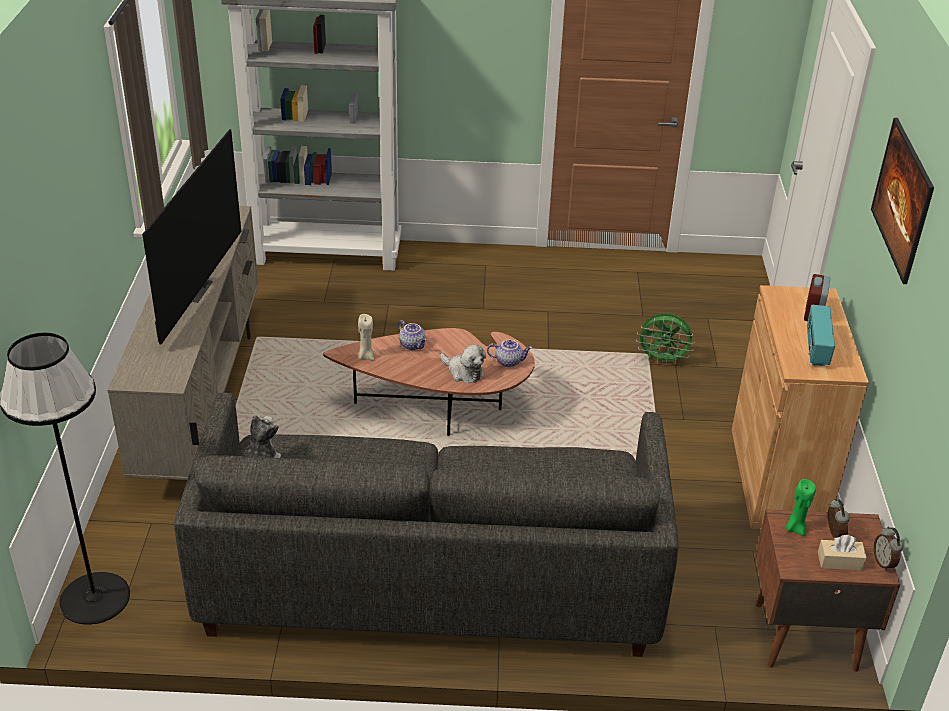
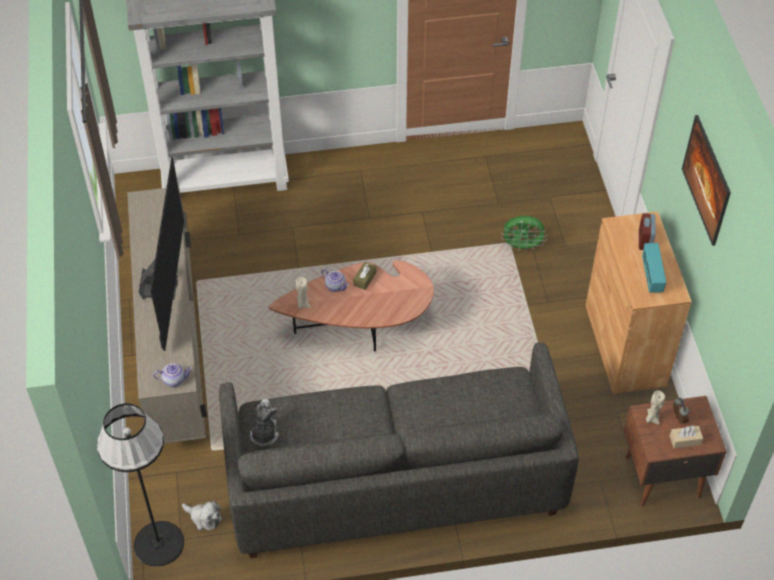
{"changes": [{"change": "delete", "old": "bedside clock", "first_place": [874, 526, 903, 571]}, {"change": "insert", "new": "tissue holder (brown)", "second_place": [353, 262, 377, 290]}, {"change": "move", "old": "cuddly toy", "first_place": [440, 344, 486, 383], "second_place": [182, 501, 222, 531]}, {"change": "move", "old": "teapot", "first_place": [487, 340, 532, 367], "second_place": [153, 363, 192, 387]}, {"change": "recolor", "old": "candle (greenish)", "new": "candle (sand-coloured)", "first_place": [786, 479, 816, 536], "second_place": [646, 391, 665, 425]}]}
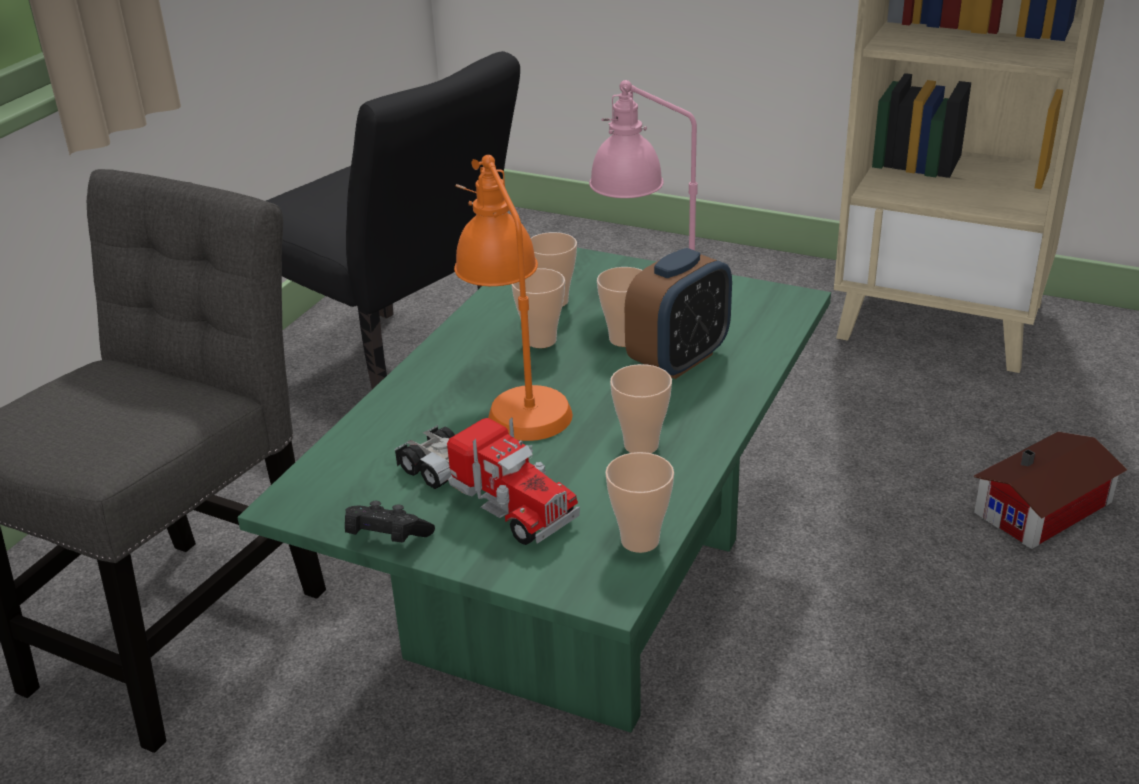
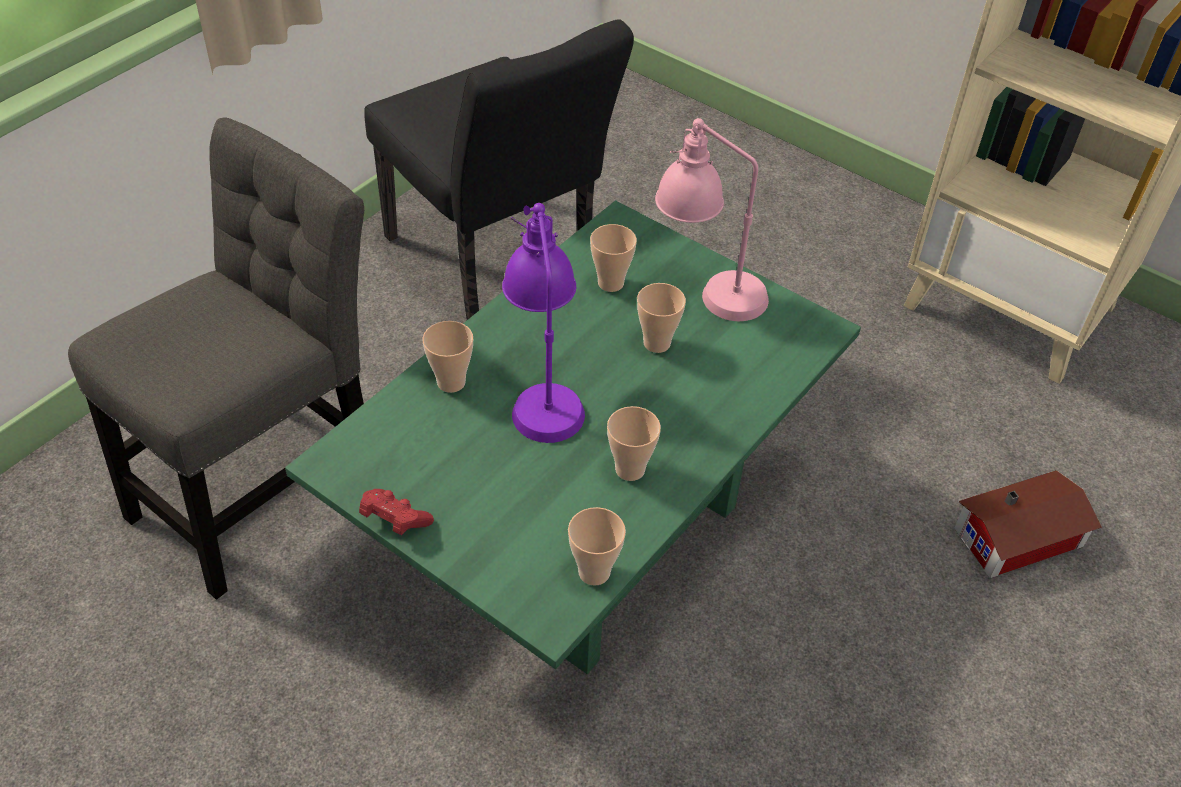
{"changes": [{"change": "delete", "old": "toy lorry", "first_place": [394, 417, 580, 545]}, {"change": "delete", "old": "bedside clock", "first_place": [625, 248, 732, 379]}, {"change": "move", "old": "drinking cup", "first_place": [511, 268, 565, 348], "second_place": [422, 321, 473, 393]}, {"change": "recolor", "old": "game controller (blackish)", "new": "game controller (reddish)", "first_place": [345, 501, 435, 543], "second_place": [359, 489, 434, 535]}, {"change": "recolor", "old": "table lamp (orangey)", "new": "table lamp (purple)", "first_place": [454, 155, 573, 441], "second_place": [502, 203, 585, 443]}]}
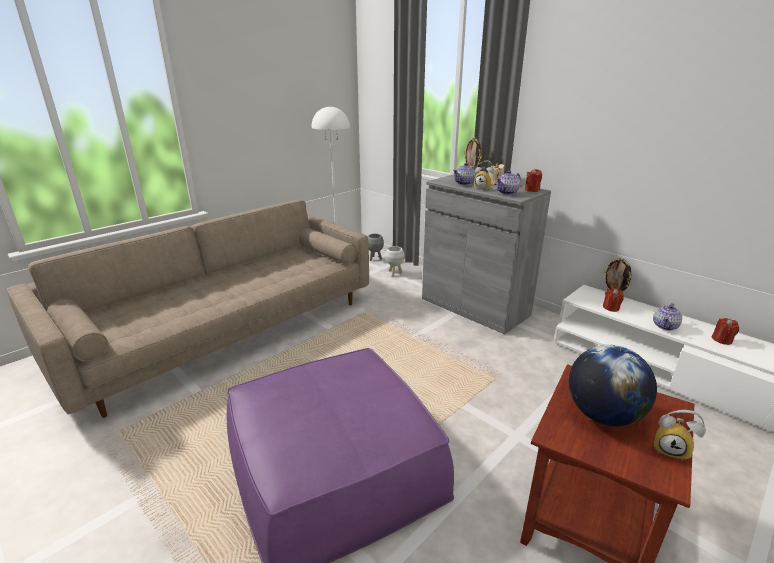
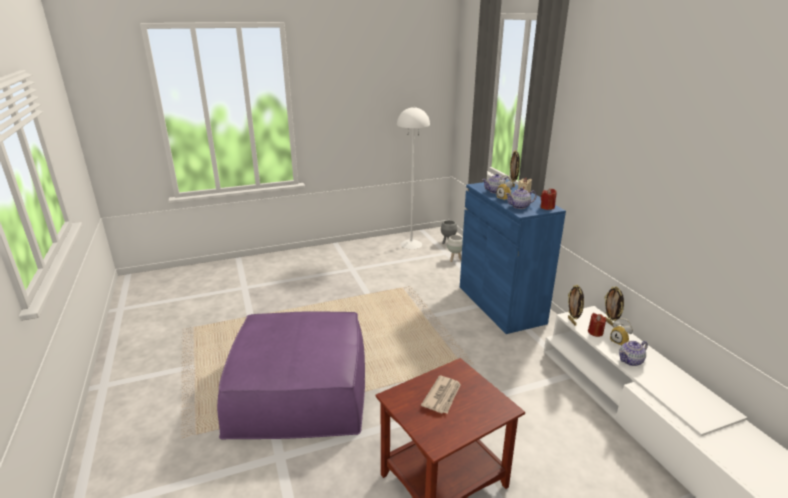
{"changes": [{"change": "delete", "old": "couch (sand-coloured)", "first_place": [6, 200, 369, 418]}, {"change": "delete", "old": "candle (reddish)", "first_place": [712, 318, 739, 345]}, {"change": "insert", "new": "standing frame", "second_place": [568, 285, 584, 326]}, {"change": "move", "old": "bedside clock", "first_place": [654, 410, 706, 461], "second_place": [610, 318, 633, 346]}, {"change": "replace", "old": "globe", "new": "daily paper", "first_place": [569, 345, 657, 426], "second_place": [421, 375, 461, 413]}, {"change": "recolor", "old": "storage cabinet (greyish)", "new": "storage cabinet (blue)", "first_place": [422, 174, 551, 334], "second_place": [460, 179, 566, 334]}]}
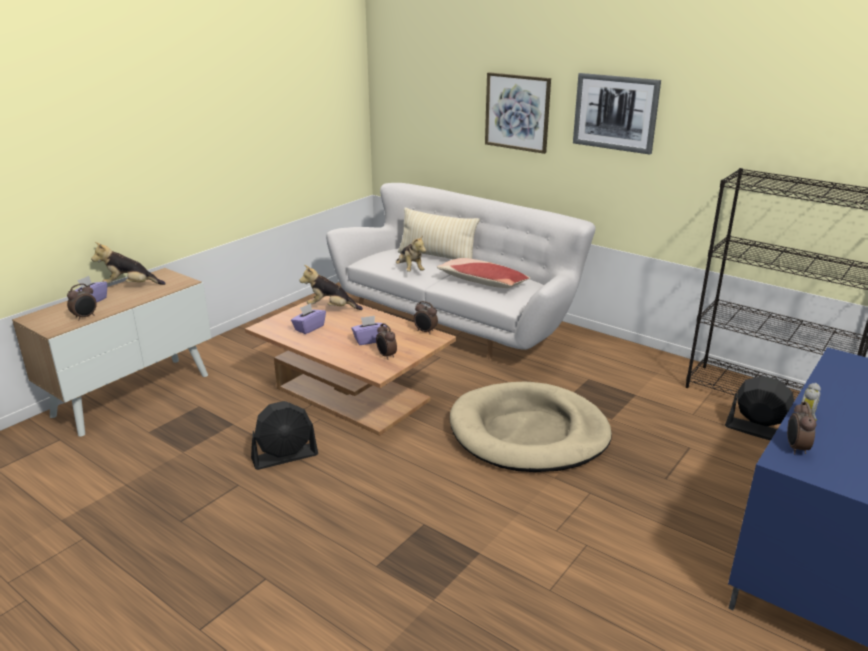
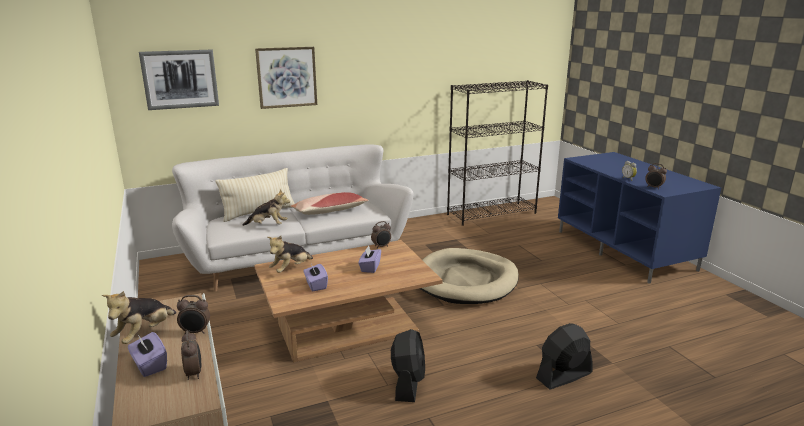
{"changes": [{"change": "move", "old": "bedside clock", "first_place": [376, 323, 397, 360], "second_place": [177, 295, 210, 334]}, {"change": "move", "old": "wall art", "first_place": [573, 73, 661, 155], "second_place": [139, 50, 219, 110]}, {"change": "move", "old": "fan (blackish)", "first_place": [725, 376, 794, 440], "second_place": [536, 323, 592, 389]}]}
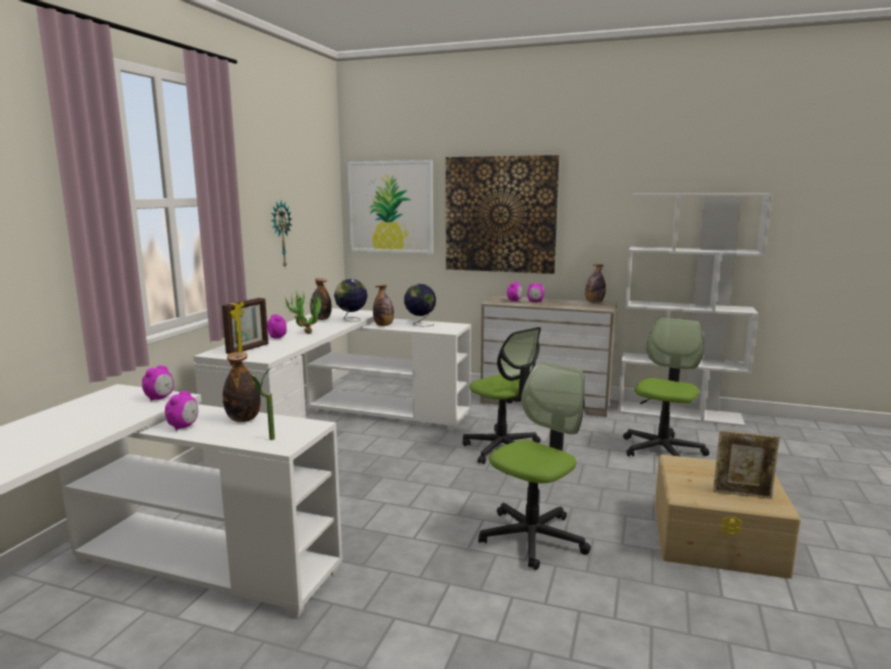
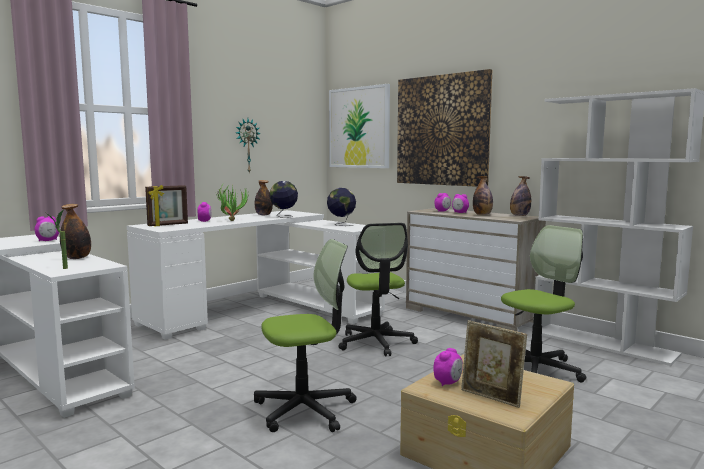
{"changes": [{"change": "move", "old": "bedside clock", "first_place": [165, 391, 198, 431], "second_place": [433, 348, 463, 386]}, {"change": "move", "old": "drink bottle", "first_place": [373, 284, 394, 326], "second_place": [473, 176, 493, 215]}]}
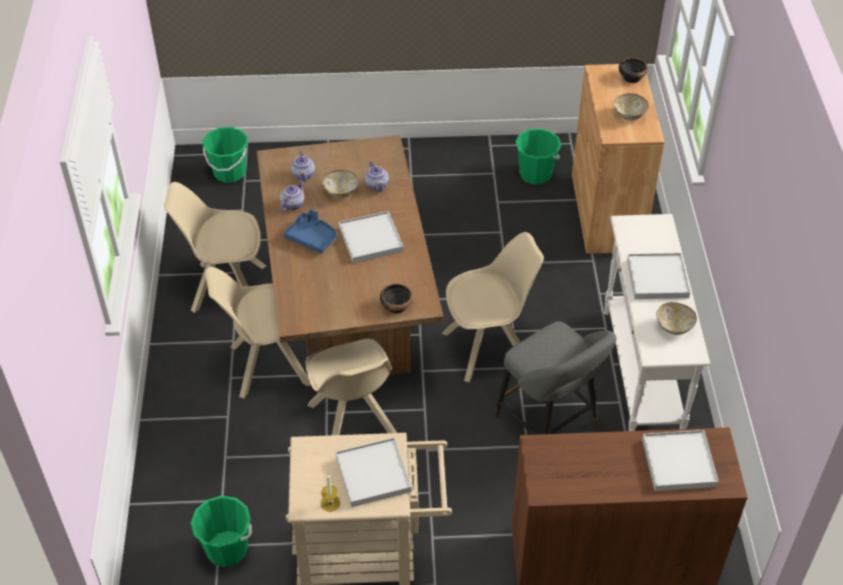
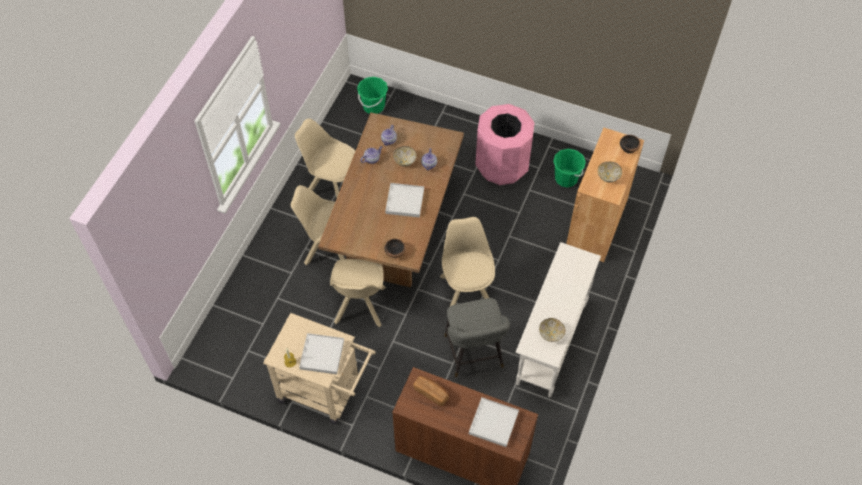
{"changes": [{"change": "delete", "old": "bucket (greenish)", "first_place": [191, 496, 252, 567]}, {"change": "delete", "old": "carrying tray (blue)", "first_place": [283, 209, 337, 253]}, {"change": "delete", "old": "carrying tray (whitish)", "first_place": [627, 253, 690, 299]}, {"change": "insert", "new": "bakery bread", "second_place": [413, 376, 449, 406]}, {"change": "insert", "new": "waste bin (pink-coloured)", "second_place": [475, 104, 535, 185]}, {"change": "rotate", "old": "plain chair (sand-coloured)", "first_place": [441, 232, 544, 382], "second_place": [440, 217, 495, 306], "degrees": -105}]}
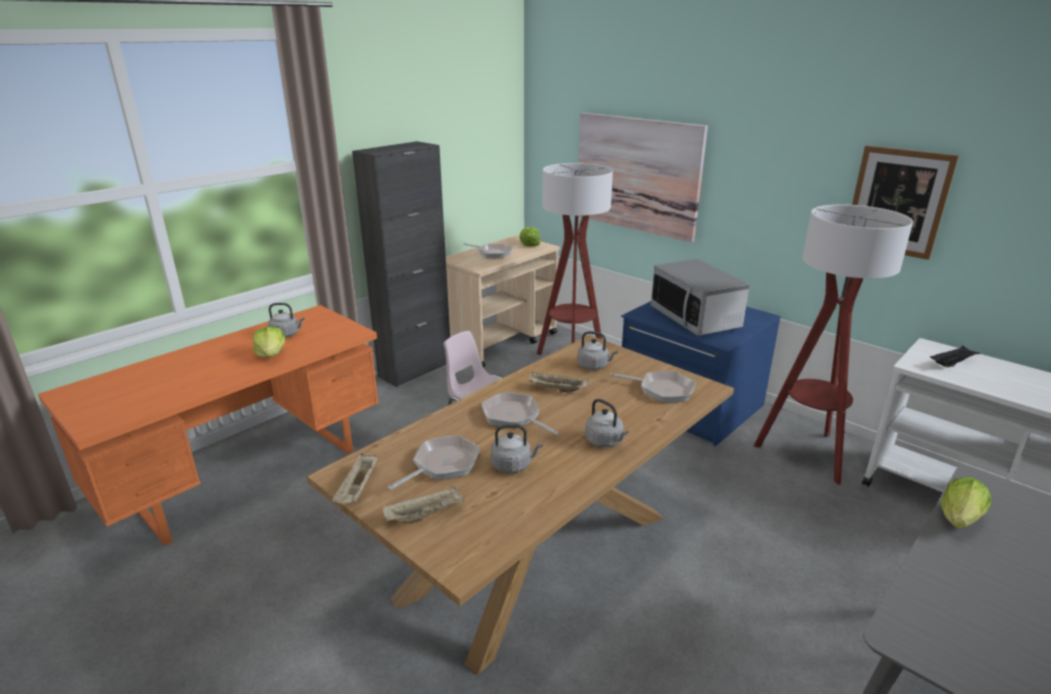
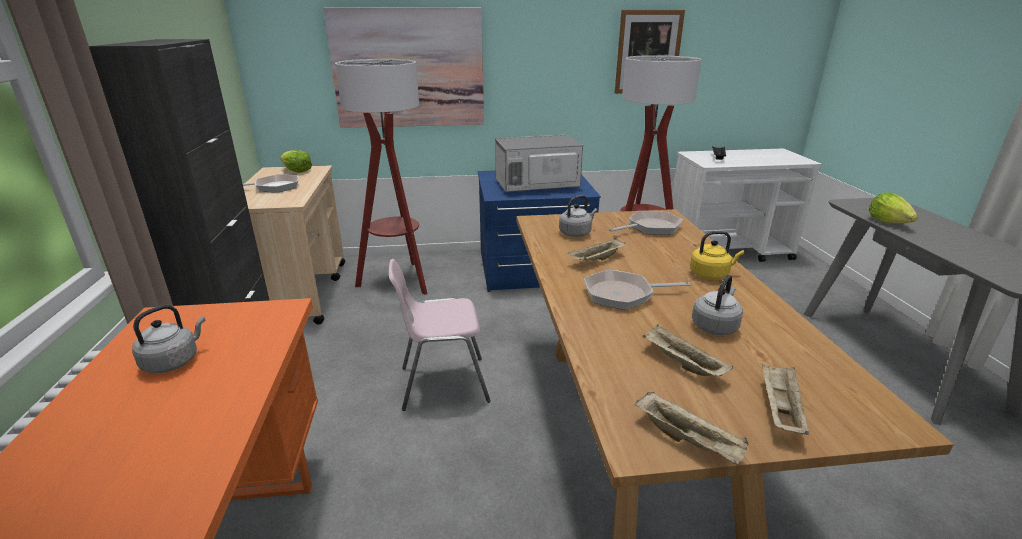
{"changes": [{"change": "delete", "old": "lettuce", "first_place": [253, 327, 286, 358]}, {"change": "replace", "old": "skillet", "new": "carrying tray (sand-coloured)", "first_place": [387, 435, 480, 490], "second_place": [642, 325, 733, 377]}, {"change": "recolor", "old": "tea kettle (greyish)", "new": "tea kettle (yellow)", "first_place": [585, 399, 629, 447], "second_place": [690, 231, 744, 280]}, {"change": "rotate", "old": "kitchen microwave", "first_place": [651, 259, 750, 336], "second_place": [495, 135, 583, 192], "degrees": 150}]}
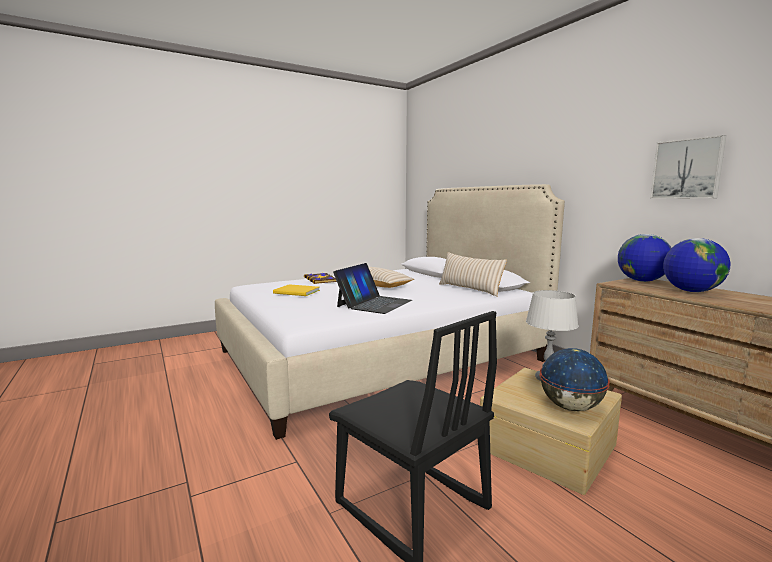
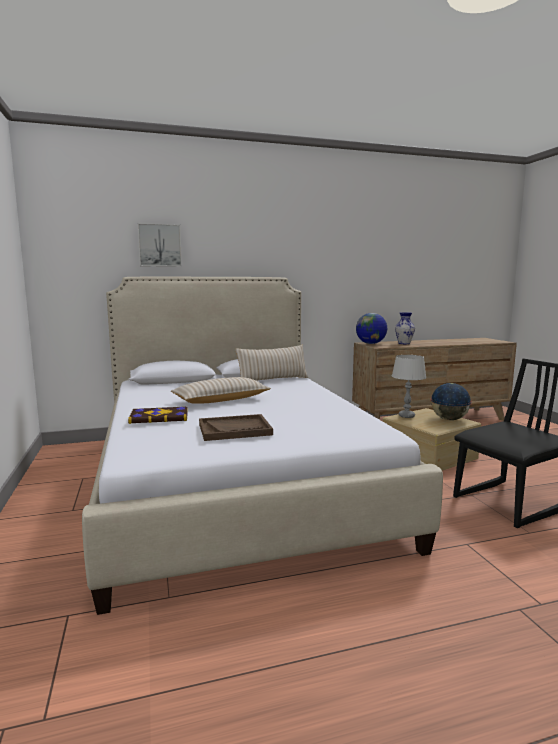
{"changes": [{"change": "delete", "old": "notebook computer", "first_place": [333, 263, 412, 314]}, {"change": "move", "old": "wall art", "first_place": [650, 135, 727, 199], "second_place": [138, 223, 182, 267]}, {"change": "replace", "old": "bound book (yellow)", "new": "carrying tray (brown)", "first_place": [273, 284, 320, 296], "second_place": [199, 414, 273, 441]}, {"change": "replace", "old": "globe", "new": "flower vase", "first_place": [663, 238, 730, 292], "second_place": [395, 312, 415, 344]}]}
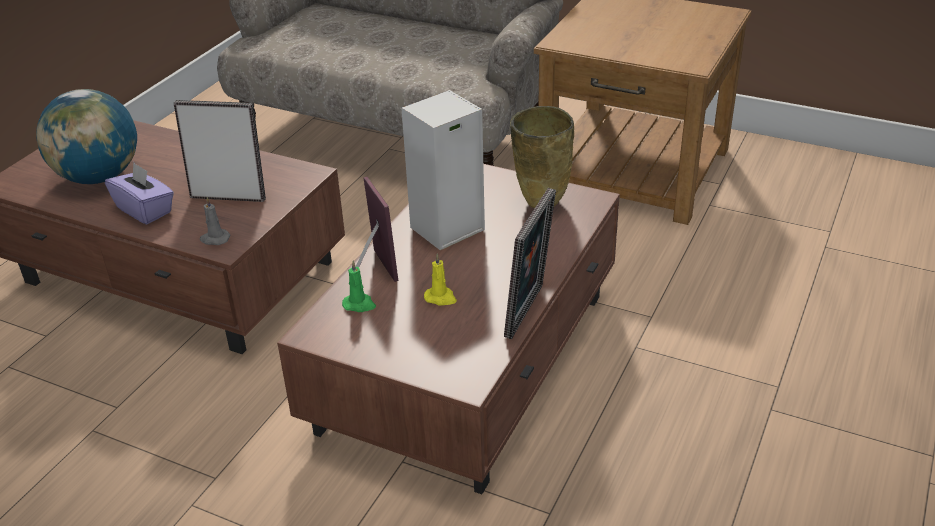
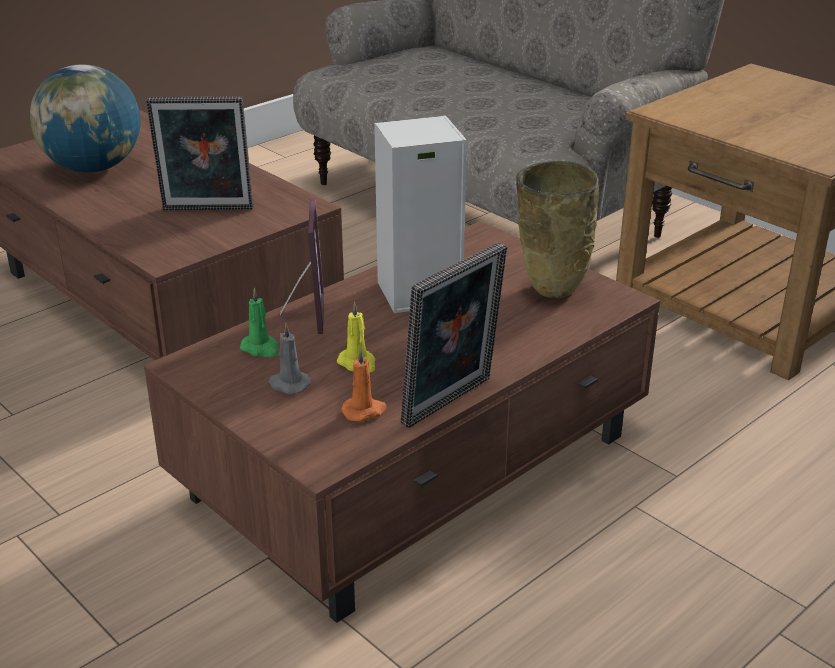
{"changes": [{"change": "delete", "old": "tissue holder (purple)", "first_place": [105, 162, 174, 224]}, {"change": "insert", "new": "candle (orangey)", "second_place": [341, 348, 387, 421]}, {"change": "move", "old": "candle (greyish)", "first_place": [200, 197, 230, 245], "second_place": [269, 323, 311, 394]}, {"change": "rotate", "old": "standing frame", "first_place": [174, 100, 266, 202], "second_place": [146, 96, 253, 210], "degrees": 150}]}
